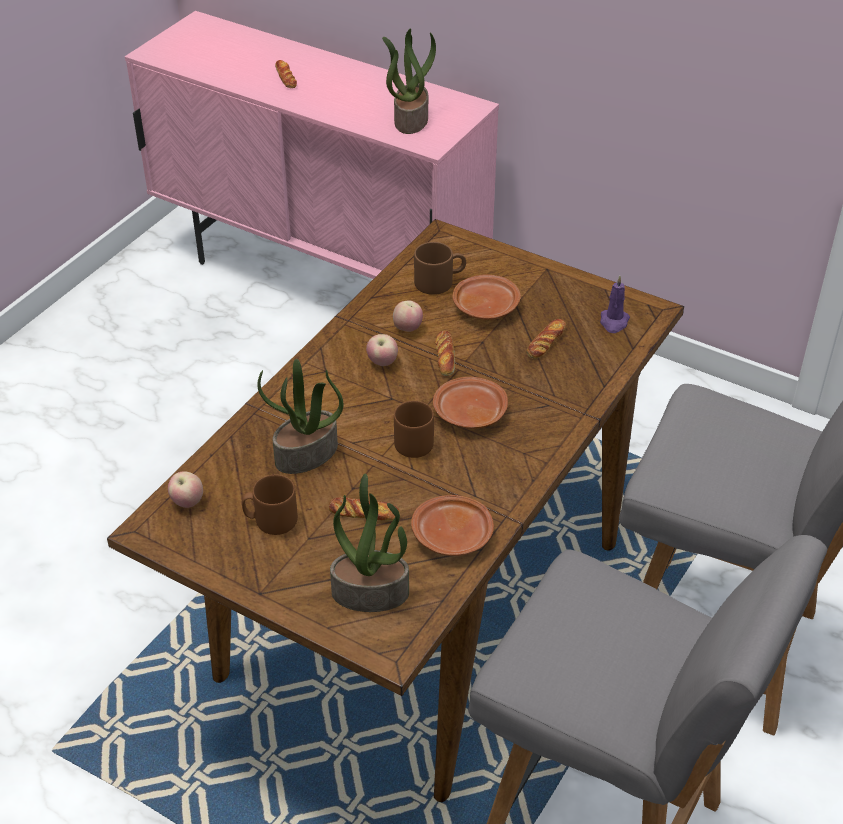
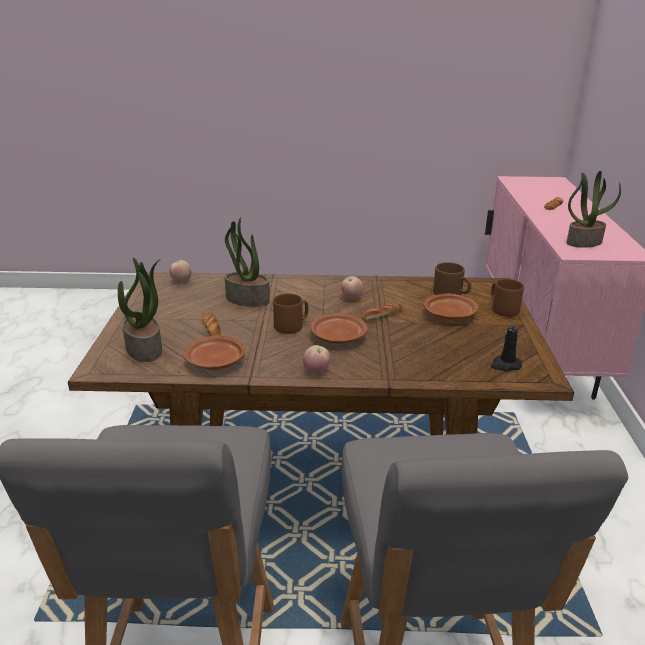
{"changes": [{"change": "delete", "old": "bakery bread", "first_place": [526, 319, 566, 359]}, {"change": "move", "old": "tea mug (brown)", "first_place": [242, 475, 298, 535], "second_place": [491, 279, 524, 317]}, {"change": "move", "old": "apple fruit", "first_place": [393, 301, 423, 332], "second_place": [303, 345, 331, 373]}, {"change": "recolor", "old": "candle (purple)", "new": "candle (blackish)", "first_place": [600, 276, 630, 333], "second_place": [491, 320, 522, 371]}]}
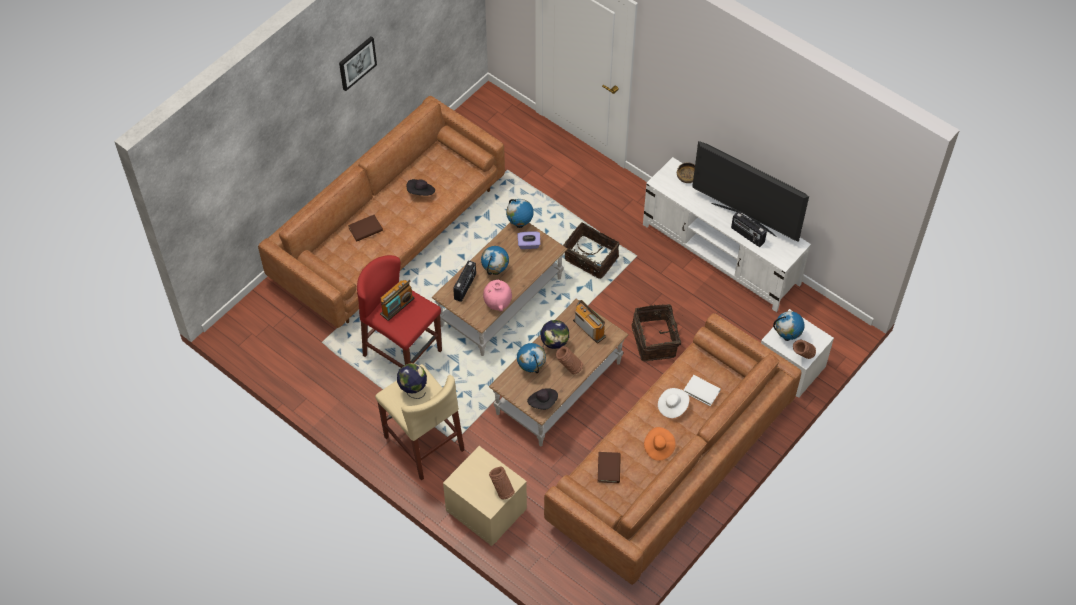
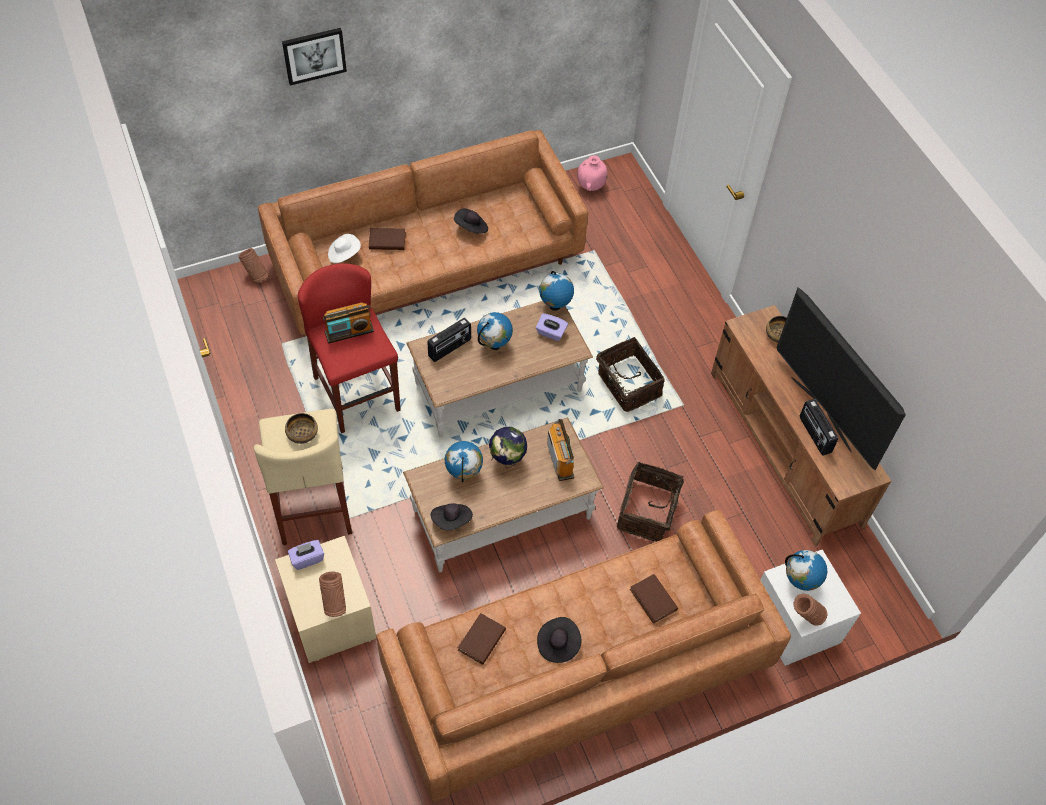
{"changes": [{"change": "insert", "new": "tissue holder (purple)", "second_place": [288, 540, 324, 570]}, {"change": "move", "old": "wall art", "first_place": [339, 36, 377, 91], "second_place": [282, 28, 347, 86]}, {"change": "move", "old": "flower vase (pink-coloured)", "first_place": [483, 280, 512, 311], "second_place": [577, 155, 608, 191]}, {"change": "move", "old": "flower vase (brown)", "first_place": [556, 346, 583, 374], "second_place": [238, 248, 269, 283]}, {"change": "move", "old": "clothing hat (whitish)", "first_place": [658, 388, 689, 418], "second_place": [328, 234, 361, 263]}, {"change": "replace", "old": "globe", "new": "bowl", "first_place": [397, 363, 427, 399], "second_place": [285, 413, 318, 444]}, {"change": "recolor", "old": "tv unit (whitish)", "new": "tv unit (brown)", "first_place": [643, 157, 811, 312], "second_place": [711, 305, 891, 546]}, {"change": "recolor", "old": "clothing hat (orangey)", "new": "clothing hat (blackish)", "first_place": [644, 427, 676, 461], "second_place": [537, 617, 581, 663]}, {"change": "recolor", "old": "bound book (whitish)", "new": "bound book (brown)", "first_place": [684, 375, 721, 406], "second_place": [630, 574, 678, 624]}]}
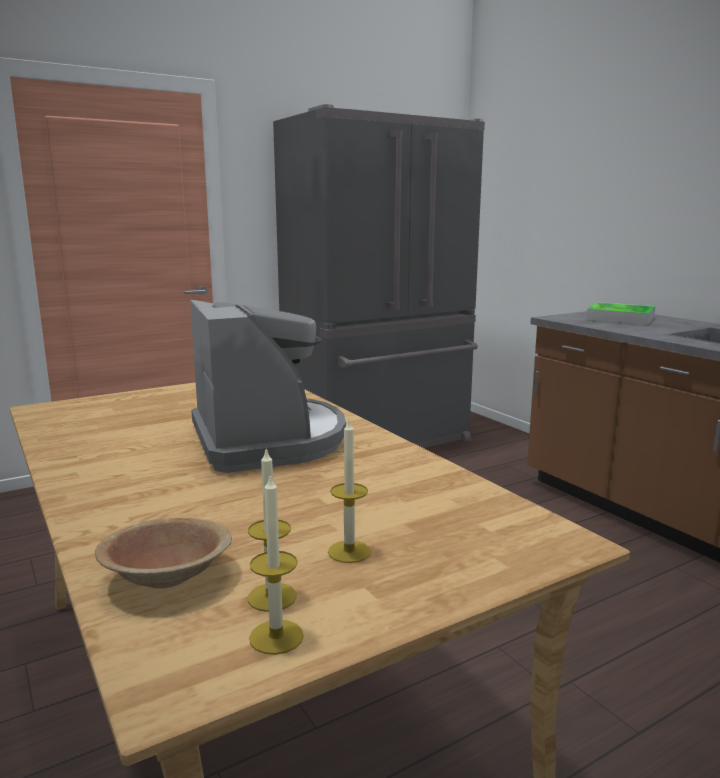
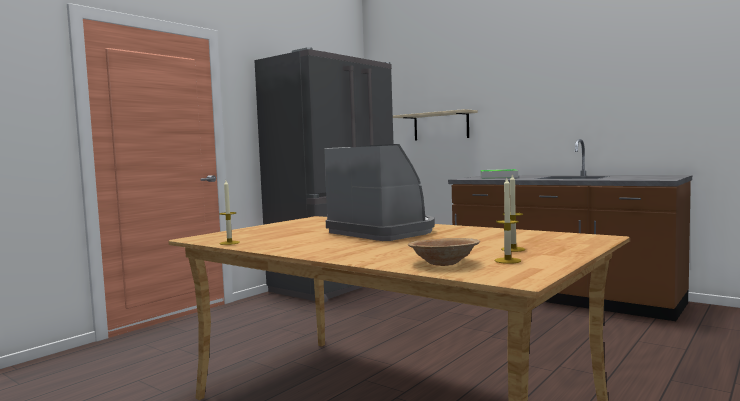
{"changes": [{"change": "insert", "new": "bracket shelf (sand-coloured)", "second_place": [393, 109, 478, 141]}, {"change": "move", "old": "candle", "first_place": [249, 473, 304, 655], "second_place": [219, 181, 240, 245]}]}
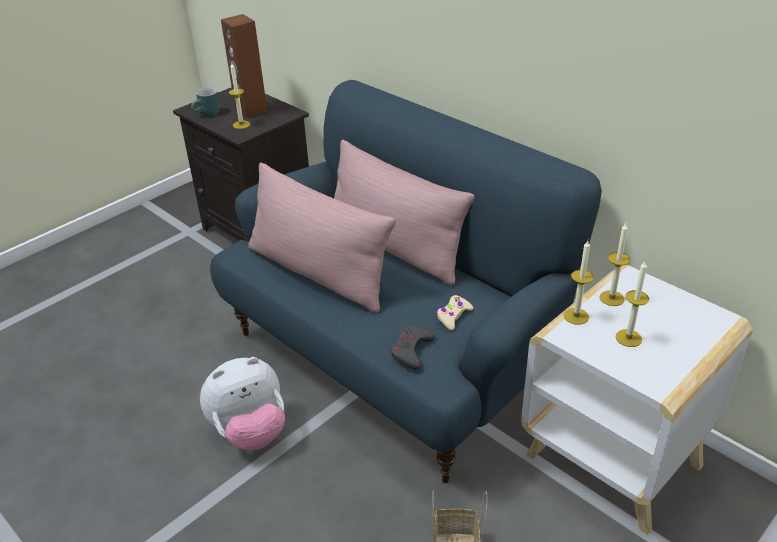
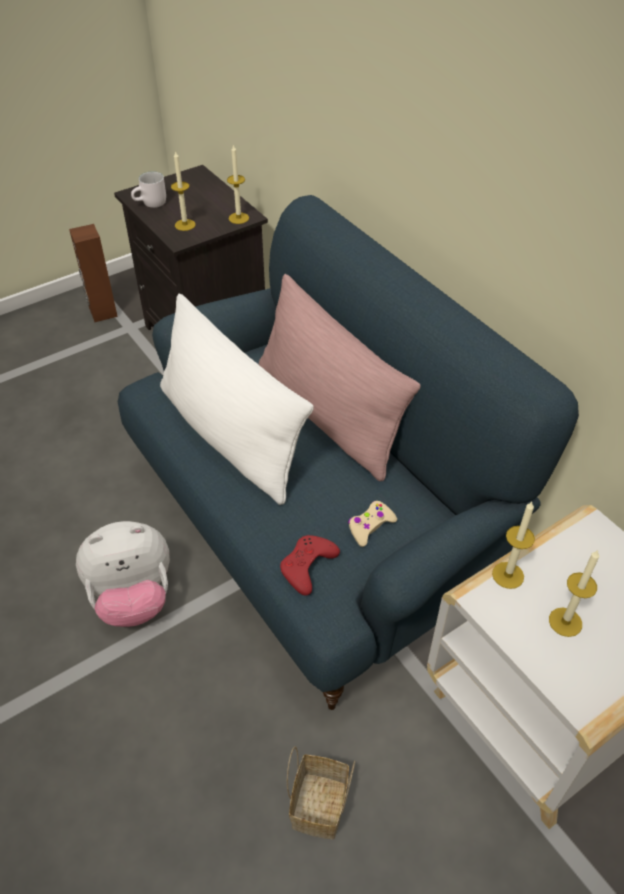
{"changes": [{"change": "move", "old": "speaker (brown)", "first_place": [221, 14, 267, 118], "second_place": [69, 224, 118, 322]}, {"change": "move", "old": "candle", "first_place": [600, 223, 630, 306], "second_place": [227, 144, 249, 224]}, {"change": "recolor", "old": "tea mug (blue-green)", "new": "tea mug (whitish)", "first_place": [191, 87, 220, 117], "second_place": [131, 171, 166, 208]}, {"change": "recolor", "old": "pillow (pink-coloured)", "new": "pillow (whitish)", "first_place": [248, 162, 396, 313], "second_place": [160, 294, 314, 505]}, {"change": "recolor", "old": "game controller (greyish)", "new": "game controller (reddish)", "first_place": [391, 327, 435, 370], "second_place": [280, 535, 340, 596]}]}
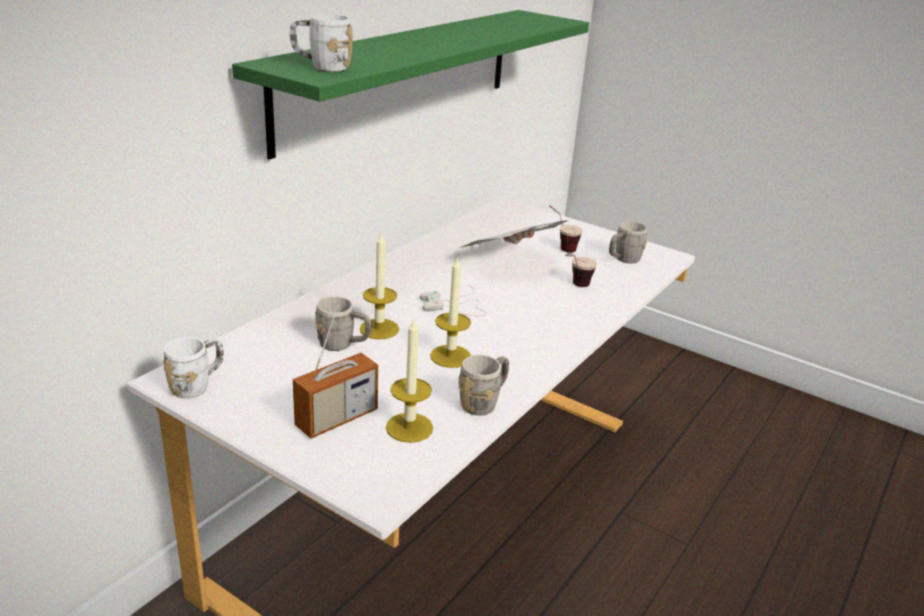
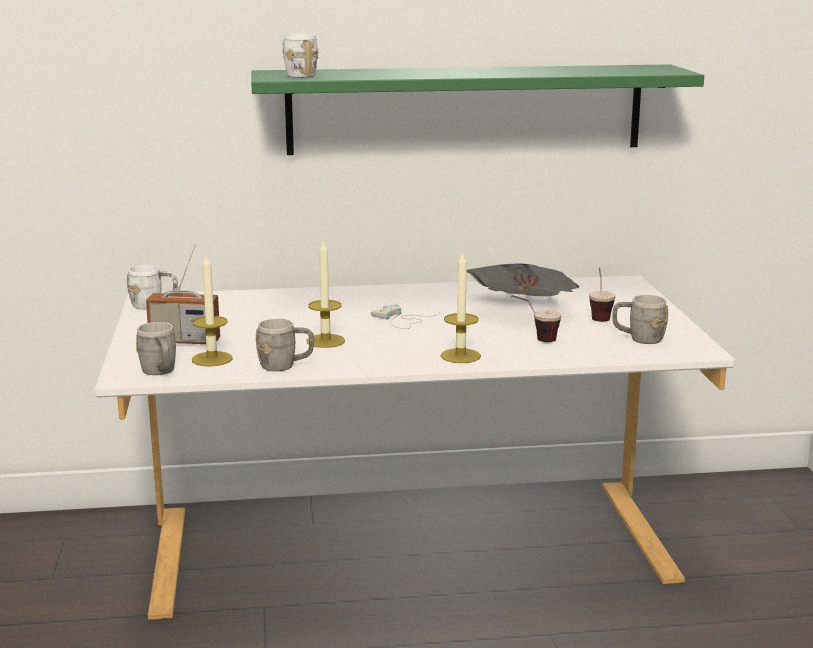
{"changes": [{"change": "move", "old": "tea mug (greyish)", "first_place": [315, 297, 371, 351], "second_place": [136, 322, 176, 375]}, {"change": "move", "old": "candle", "first_place": [360, 233, 399, 339], "second_place": [441, 251, 481, 363]}]}
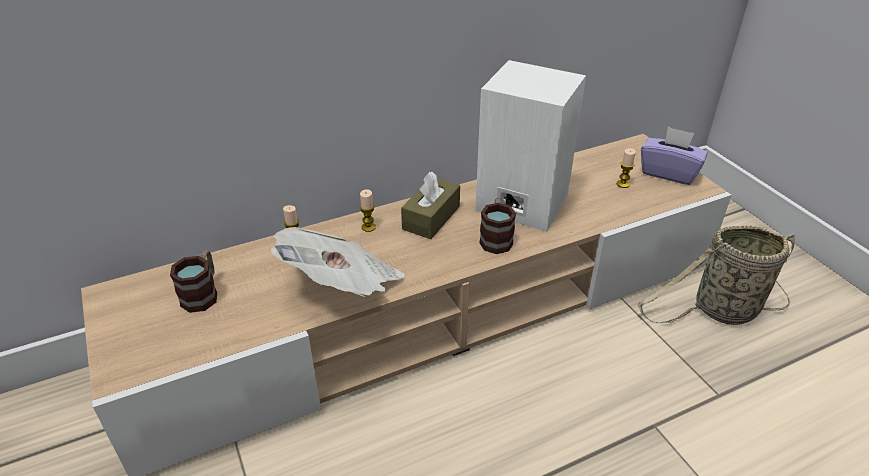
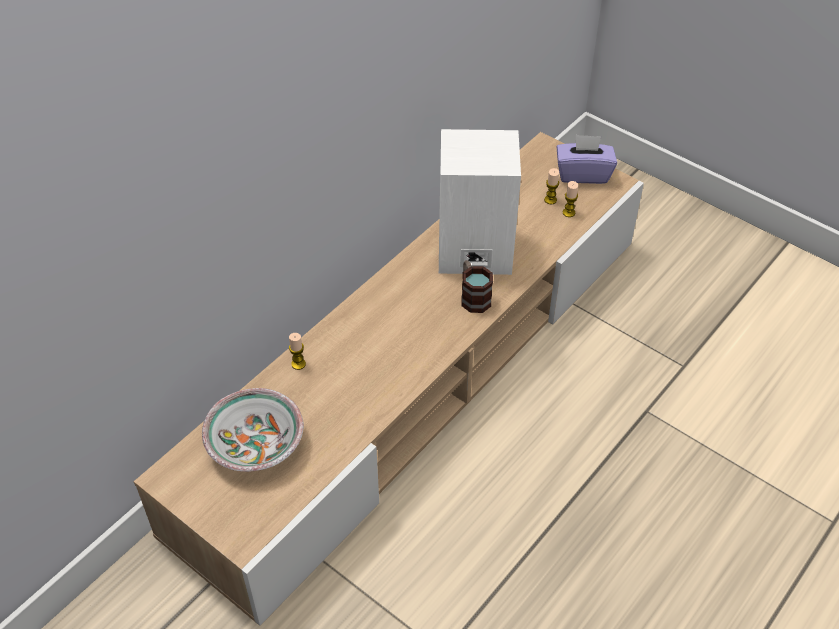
{"changes": [{"change": "delete", "old": "daily paper", "first_place": [269, 227, 405, 297]}, {"change": "delete", "old": "tissue holder (brown)", "first_place": [401, 172, 460, 239]}, {"change": "delete", "old": "storage basket", "first_place": [638, 225, 795, 325]}, {"change": "move", "old": "candle", "first_place": [360, 189, 376, 232], "second_place": [563, 181, 578, 217]}, {"change": "replace", "old": "tea mug", "new": "bowl", "first_place": [170, 250, 217, 313], "second_place": [202, 388, 304, 472]}]}
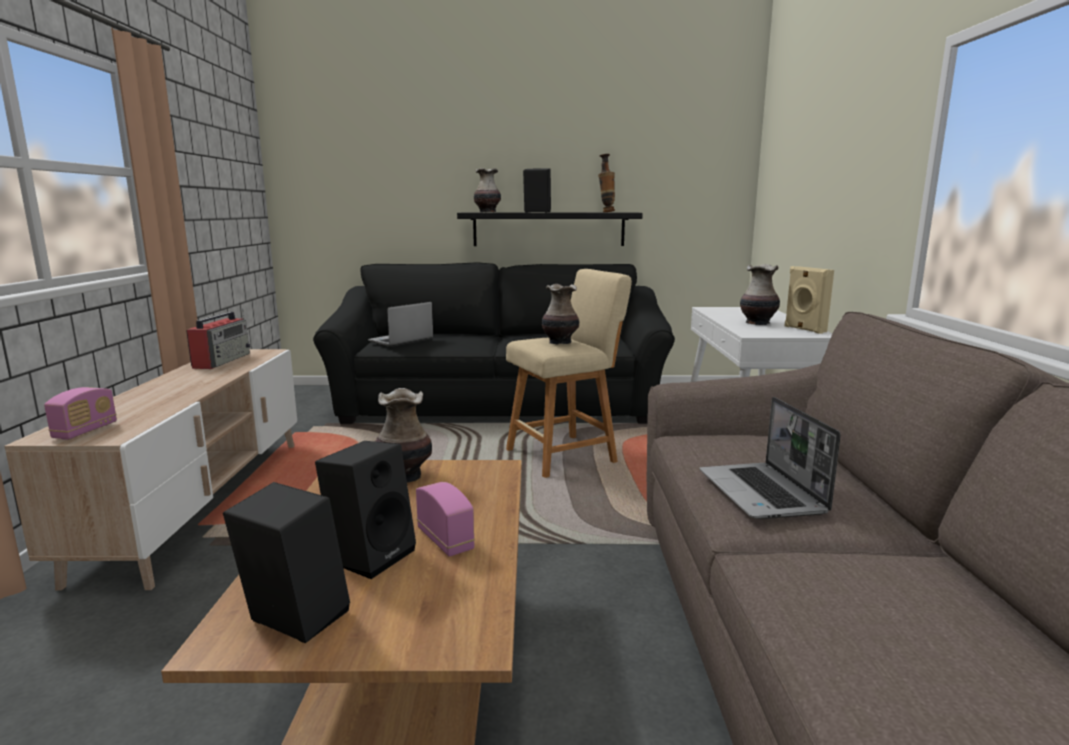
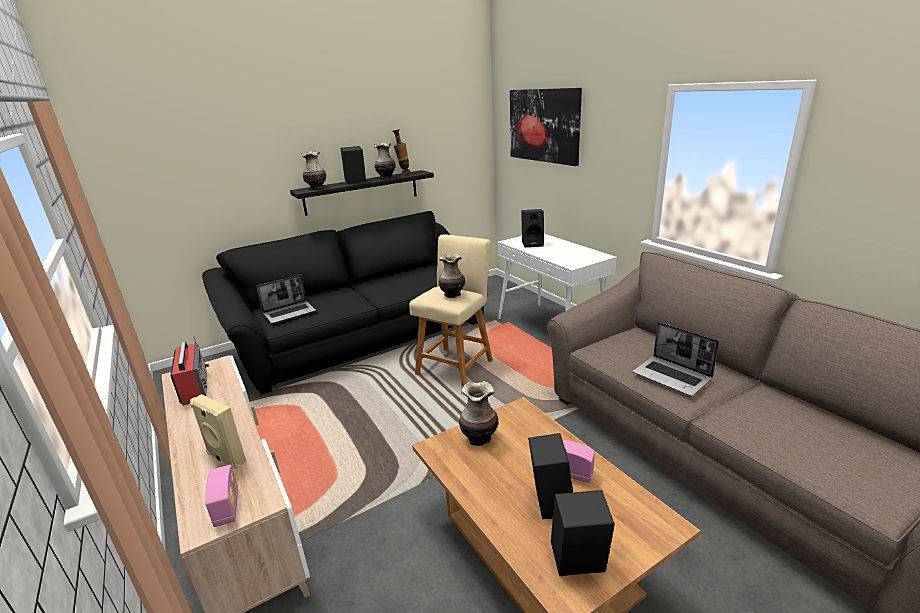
{"changes": [{"change": "insert", "new": "wall art", "second_place": [510, 88, 582, 166]}, {"change": "insert", "new": "speaker (blackish)", "second_place": [521, 209, 544, 247]}, {"change": "move", "old": "flower vase", "first_place": [740, 264, 780, 325], "second_place": [374, 143, 396, 178]}, {"change": "move", "old": "speaker (sand-coloured)", "first_place": [784, 266, 834, 334], "second_place": [190, 394, 247, 469]}, {"change": "rotate", "old": "notebook computer", "first_place": [368, 302, 433, 347], "second_place": [256, 275, 316, 324], "degrees": -135}]}
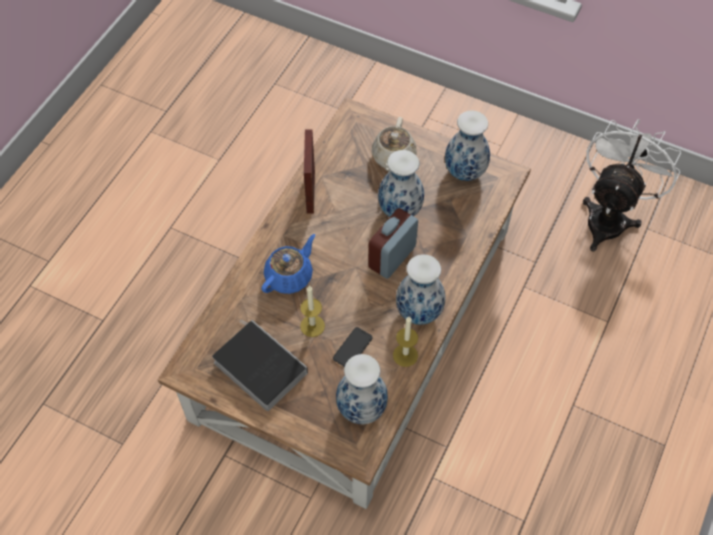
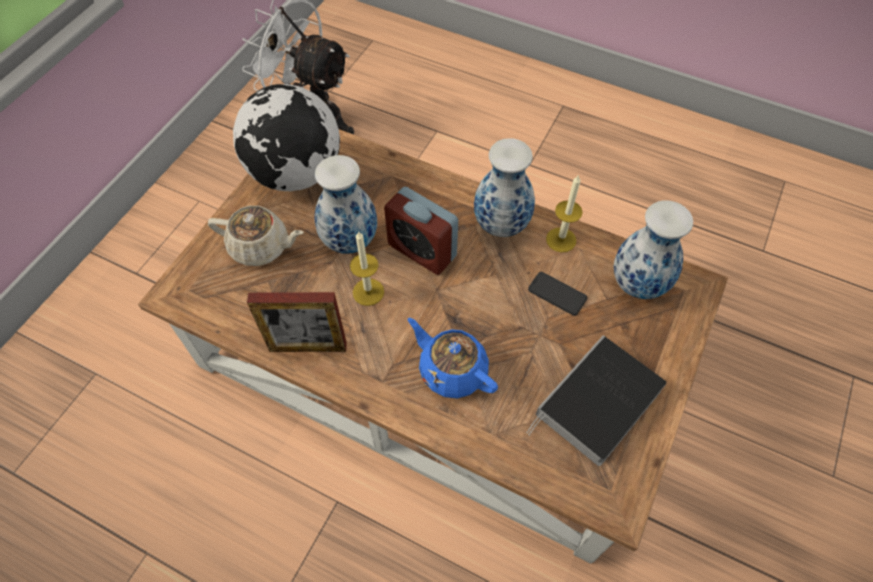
{"changes": [{"change": "move", "old": "candle", "first_place": [300, 285, 325, 337], "second_place": [350, 231, 384, 306]}, {"change": "replace", "old": "flower vase", "new": "globe", "first_place": [445, 111, 490, 181], "second_place": [233, 84, 340, 191]}]}
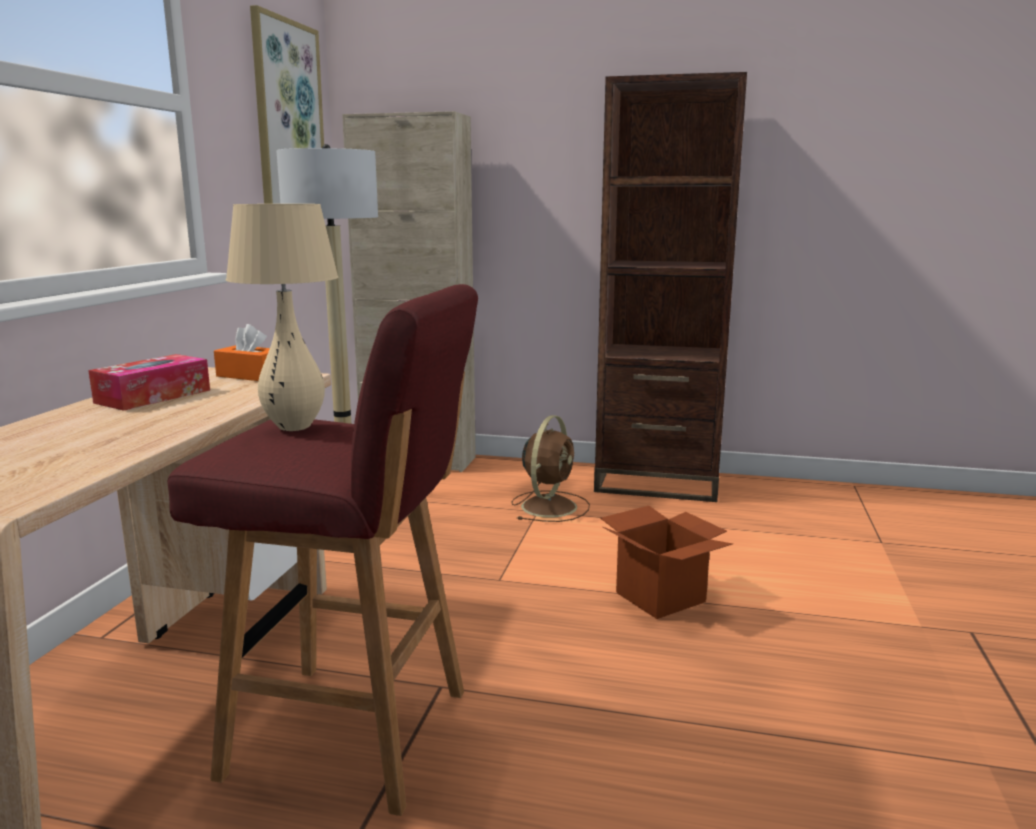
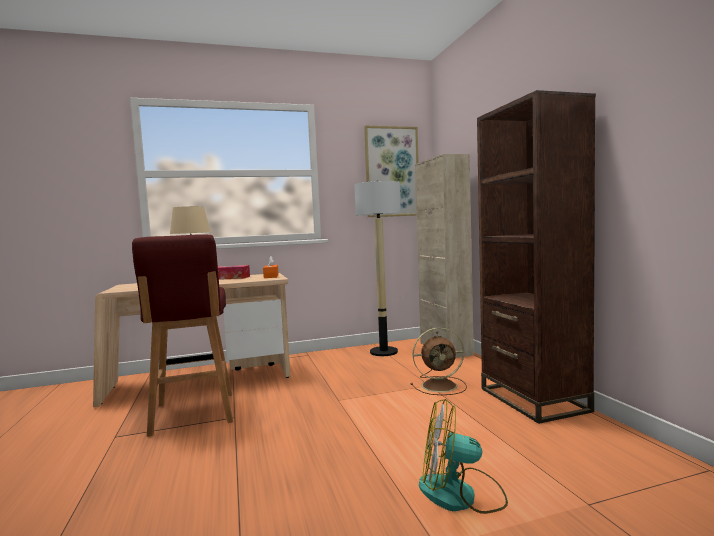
{"changes": [{"change": "delete", "old": "carton", "first_place": [600, 506, 733, 619]}, {"change": "insert", "new": "fan", "second_place": [419, 399, 508, 514]}]}
